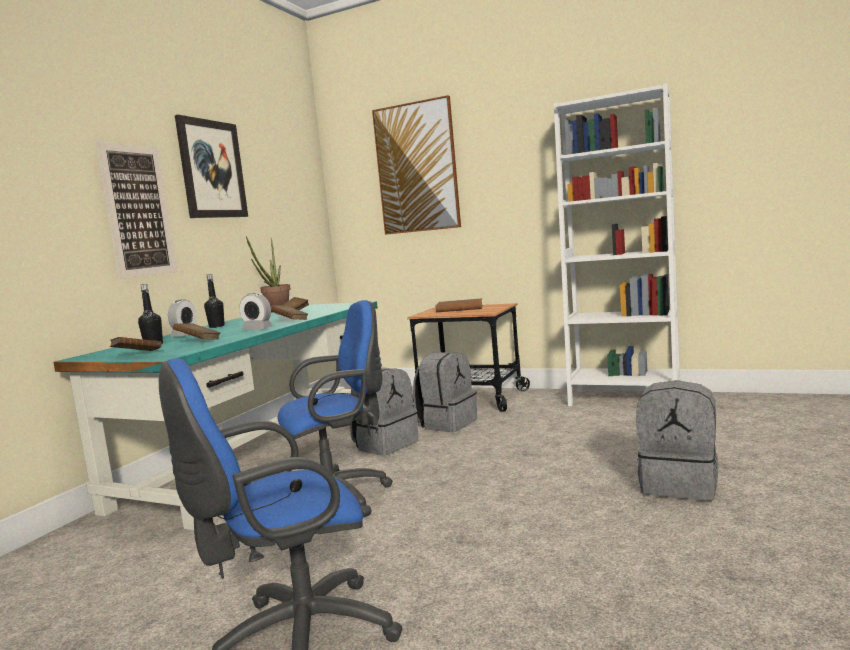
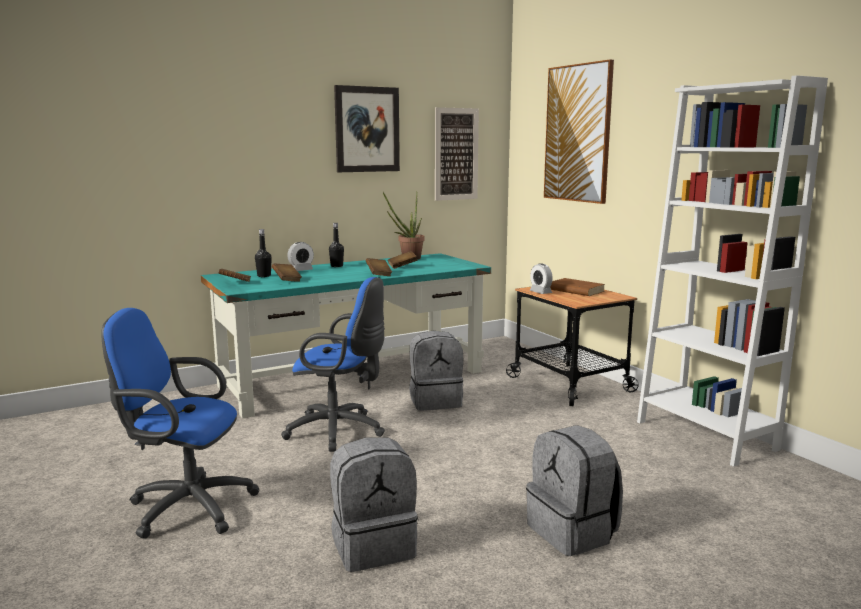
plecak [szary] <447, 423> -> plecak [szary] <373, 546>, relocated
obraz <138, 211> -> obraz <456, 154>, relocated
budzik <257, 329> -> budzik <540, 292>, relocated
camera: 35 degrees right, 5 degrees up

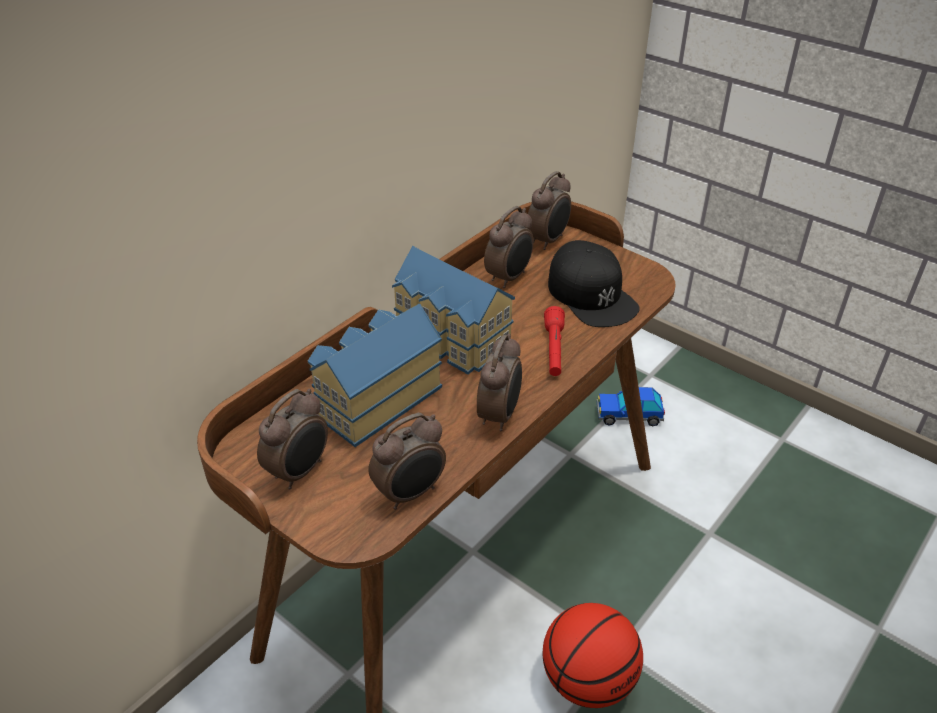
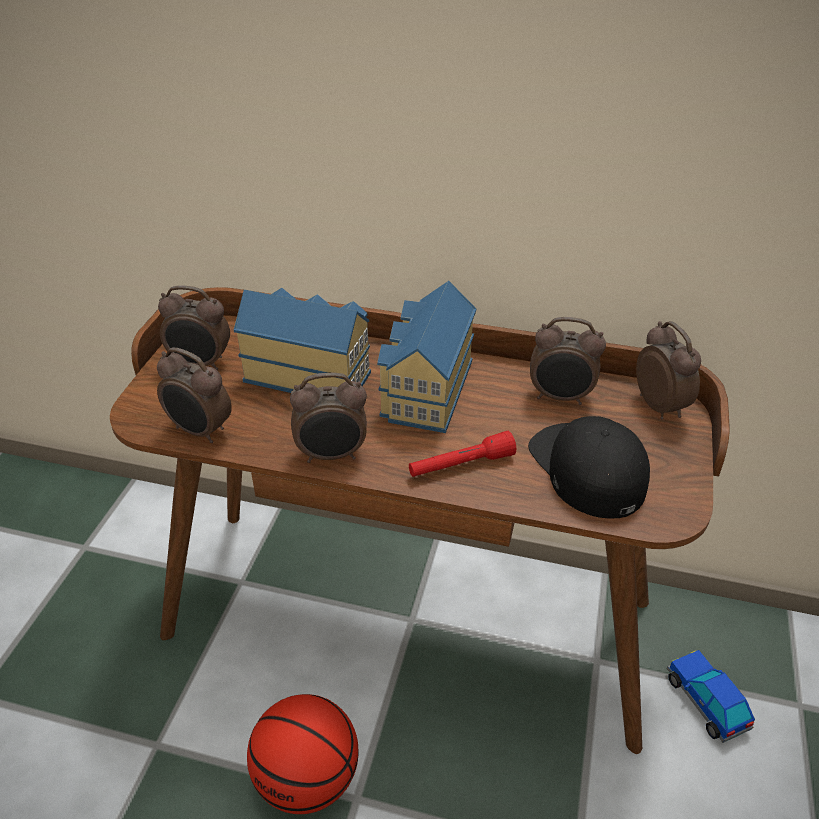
czapka z daszkiem [czarny] <591, 295> -> czapka z daszkiem [czarny] <586, 468>, 120 degrees clockwise
budzik <548, 240> -> budzik <660, 406>, 120 degrees counterclockwise
camera: 65 degrees right, 0 degrees up

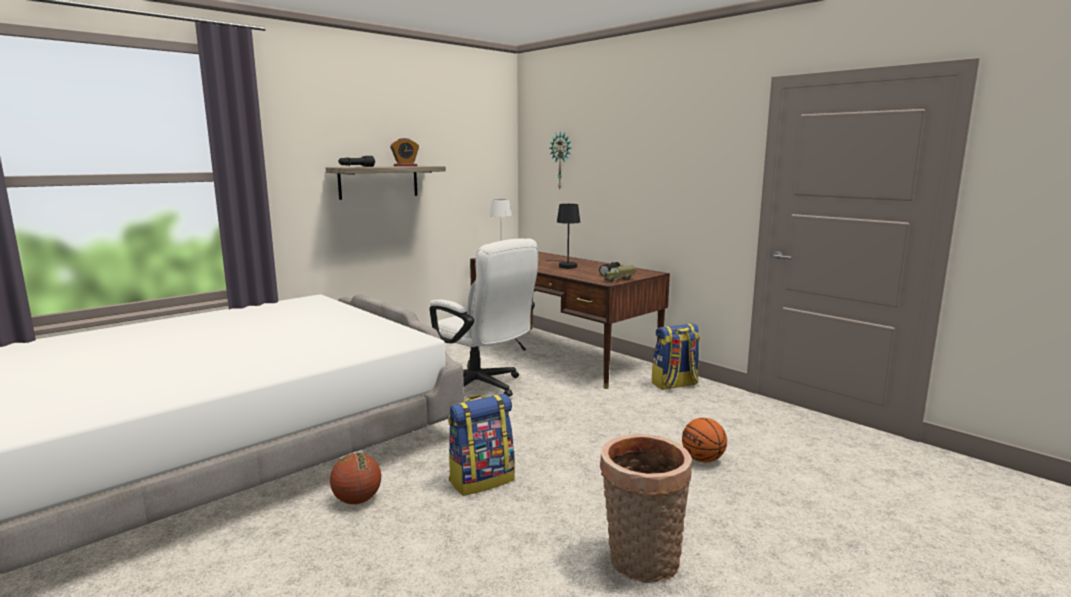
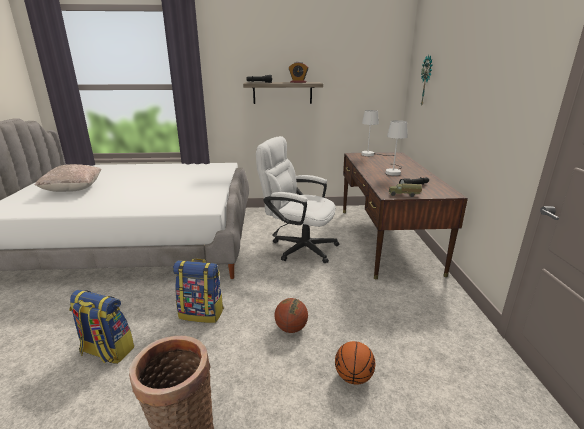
none -> poduszka [beżowy] <73, 190>
plecak <675, 384> -> plecak <106, 351>, relocated
krzesło biurowe [biały] <482, 387> -> krzesło biurowe [biały] <298, 247>, 120 degrees clockwise
piłka do koszykówki <357, 500> -> piłka do koszykówki <291, 328>, relocated
lampa stołowa [czarny] <566, 266> -> lampa stołowa [biały] <393, 172>
camera: 40 degrees right, 10 degrees up

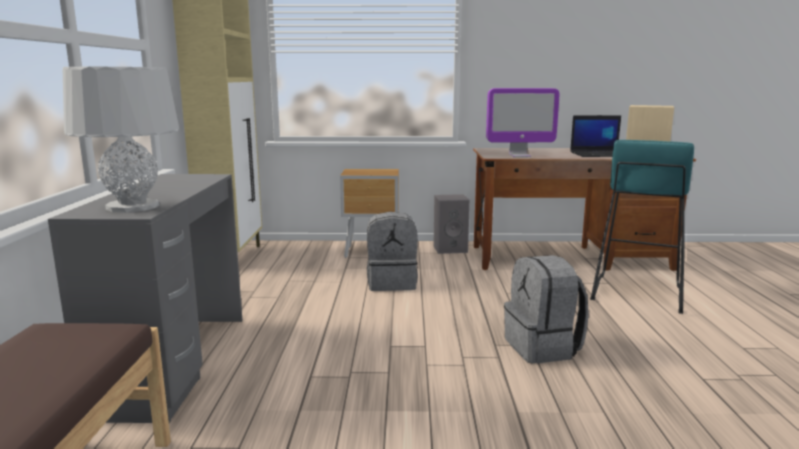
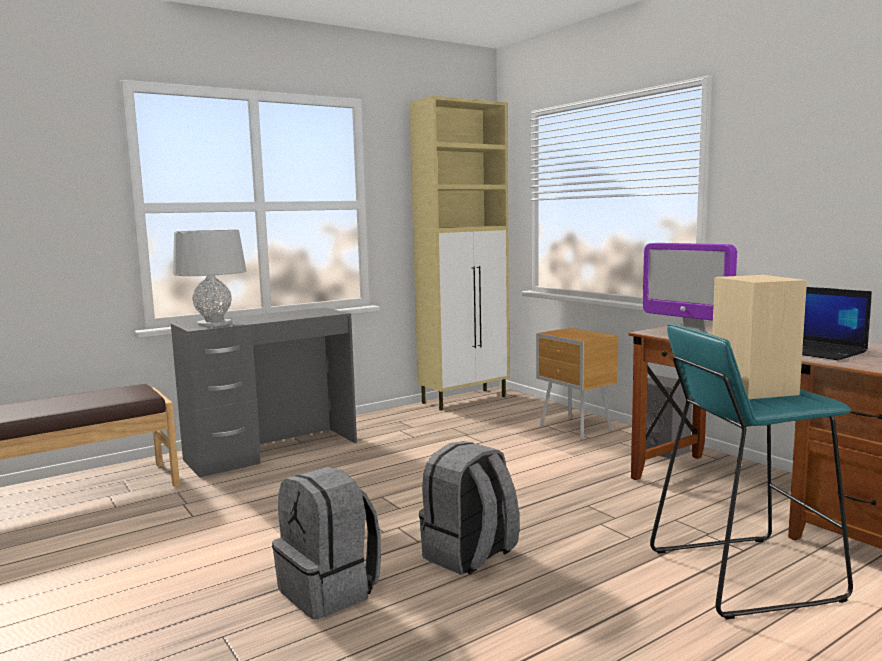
plecak [szary] <392, 283> -> plecak [szary] <330, 591>, relocated
camera: 55 degrees right, 5 degrees down

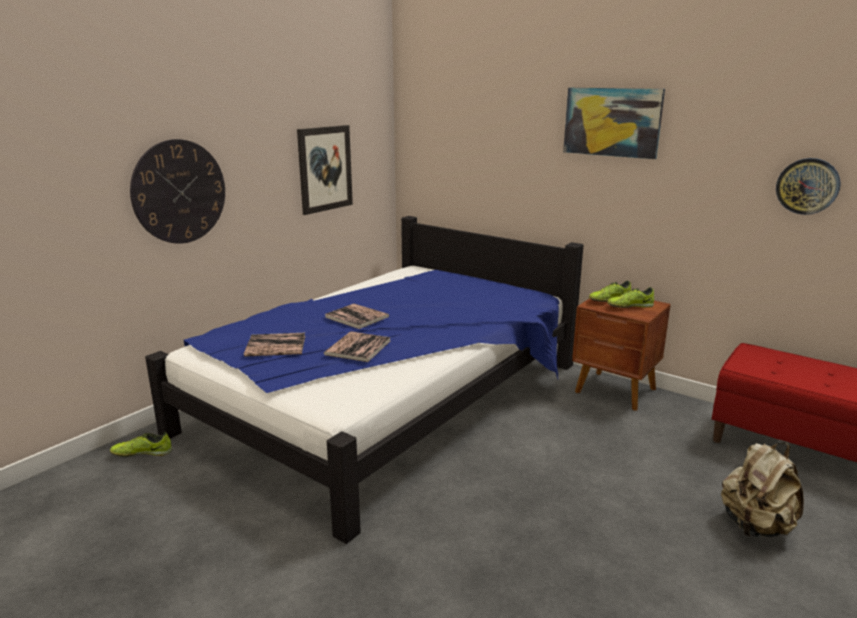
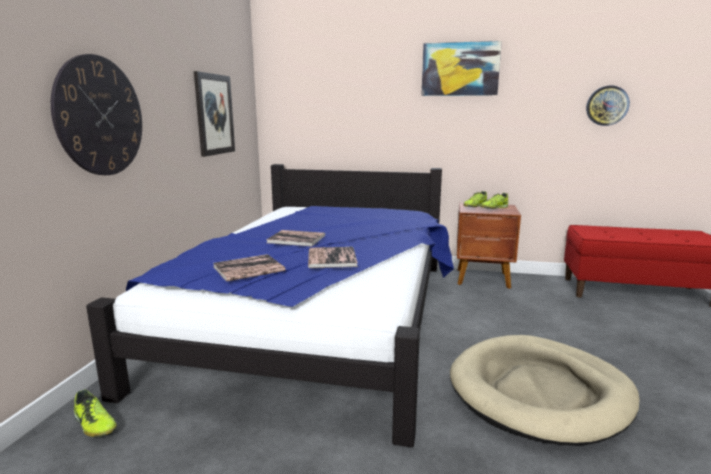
but <142, 453> -> but <95, 425>, 105 degrees counterclockwise
none -> legowisko [beżowy] <539, 392>
plecak [beżowy] <755, 526> -> none
camera: 25 degrees left, 5 degrees down

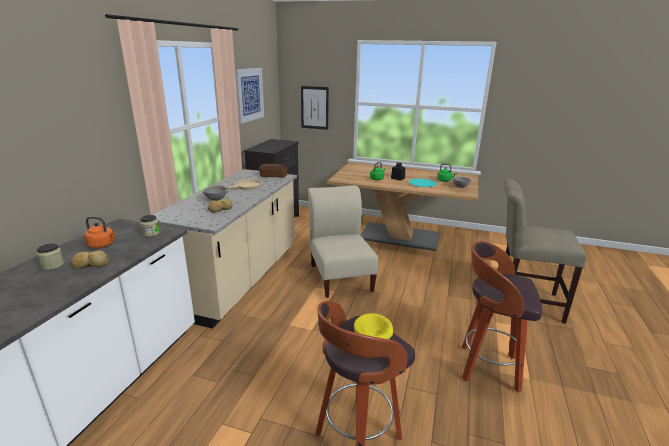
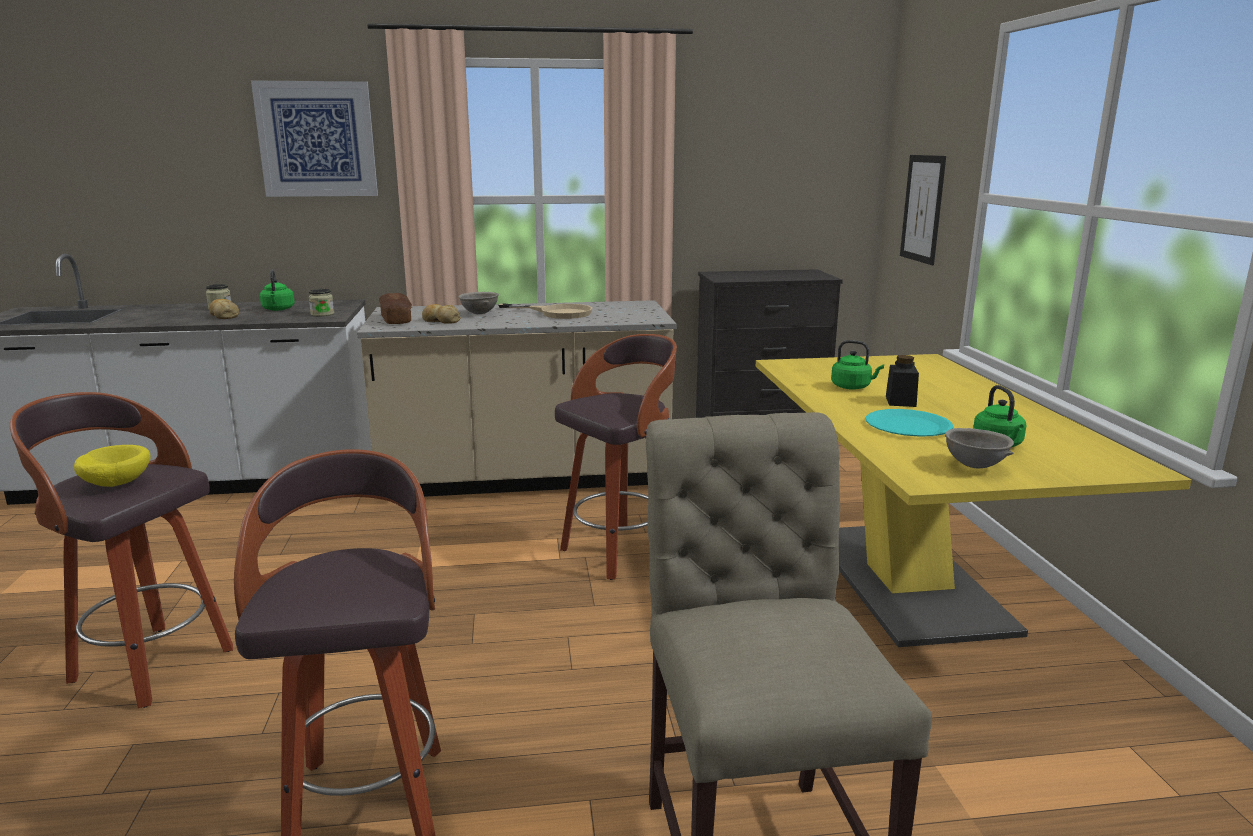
obraz <249, 94> -> obraz <317, 139>, relocated
czajnik [pomarańczowy] <103, 245> -> czajnik [zielony] <278, 309>
chleb <273, 176> -> chleb <396, 319>, relocated
krzesło [beżowy] <340, 276> -> stołek <620, 551>
stół jadalny [brązowy] <399, 236> -> stół jadalny [żółty] <906, 580>
camera: 65 degrees right, 5 degrees down

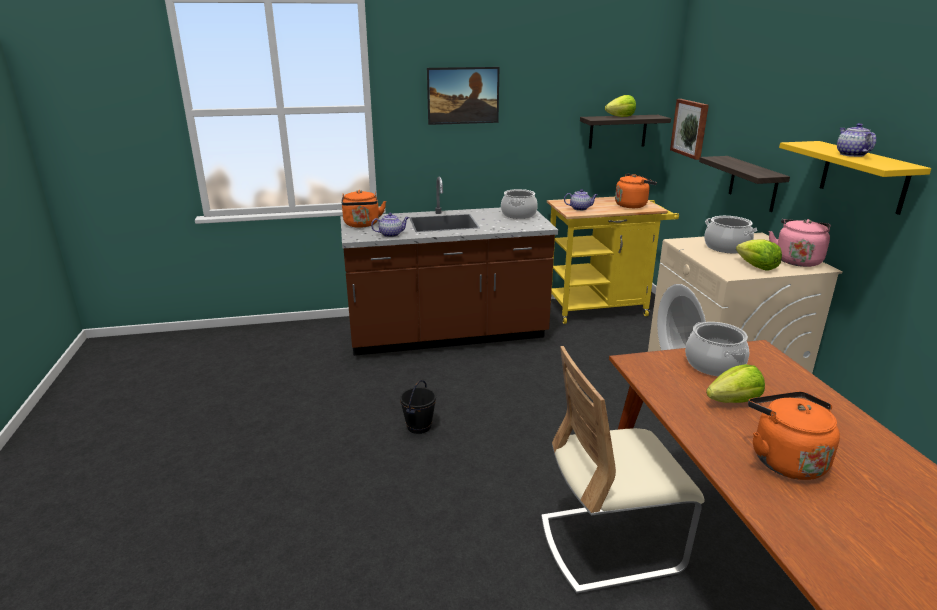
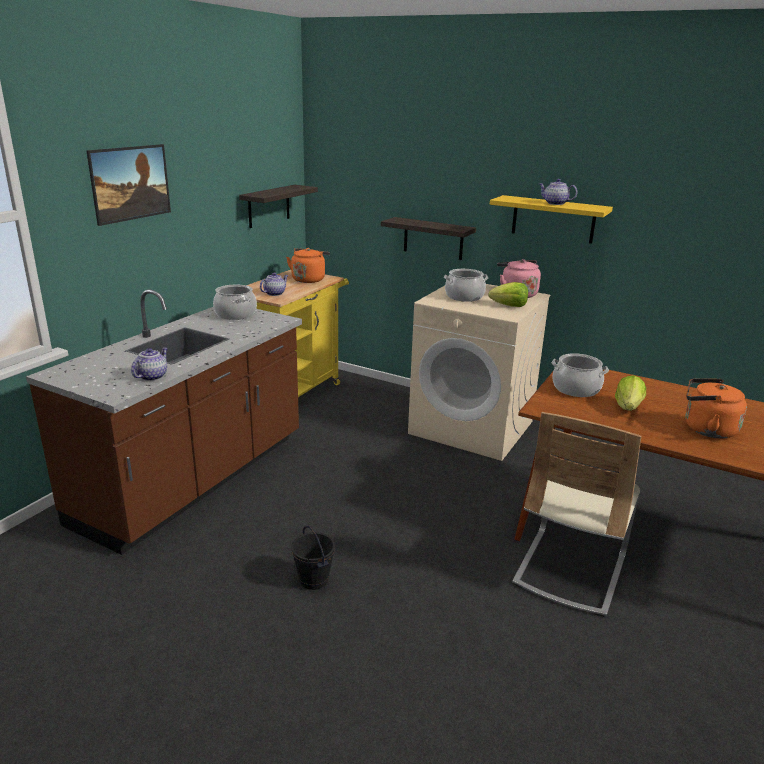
czajnik [pomarańczowy] <362, 225> -> none
sałata <620, 117> -> none
obraz <690, 128> -> none
camera: 50 degrees left, 0 degrees up

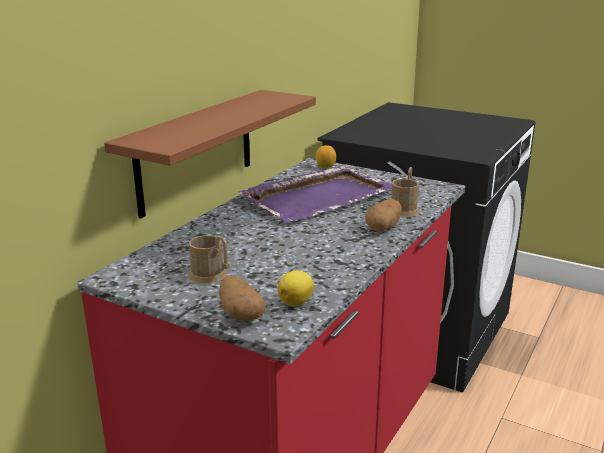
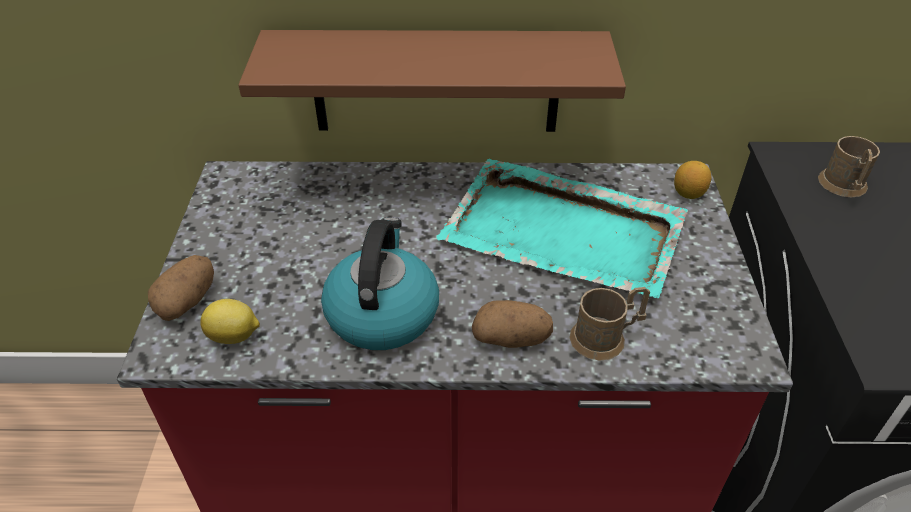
none -> czajnik <382, 313>
taca [fioletowy] <319, 197> -> taca [turkusowy] <565, 233>
kubek [brązowy] <211, 276> -> kubek [brązowy] <843, 187>, relocated
camera: 60 degrees right, 20 degrees up

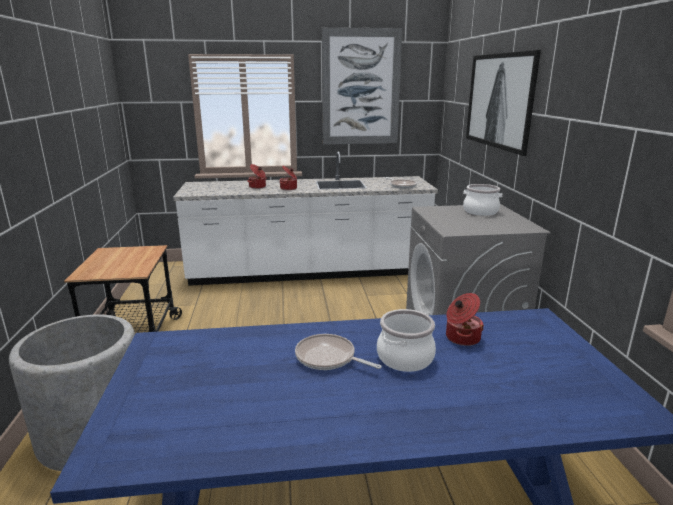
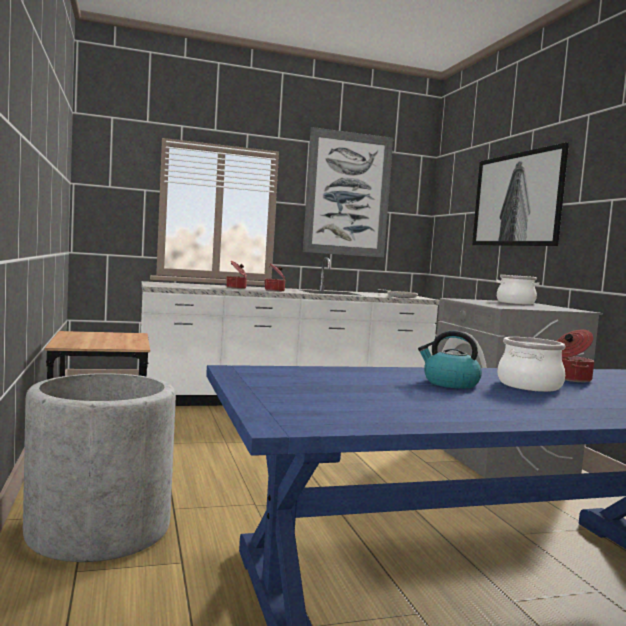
patelnia <328, 358> -> czajnik <450, 383>
camera: 10 degrees left, 15 degrees down

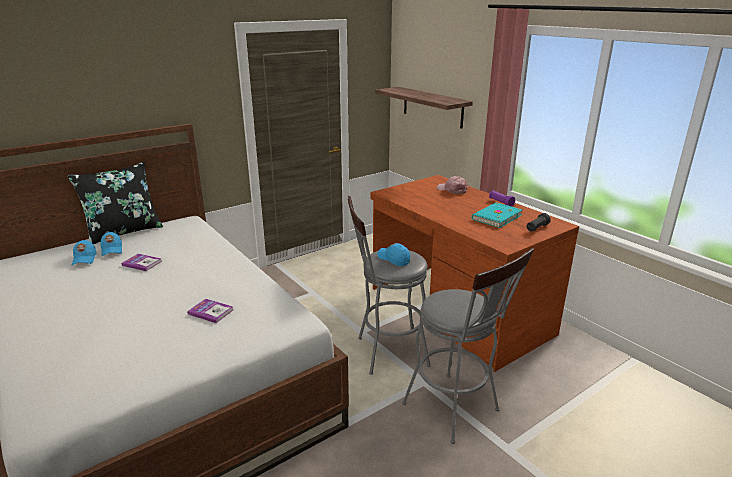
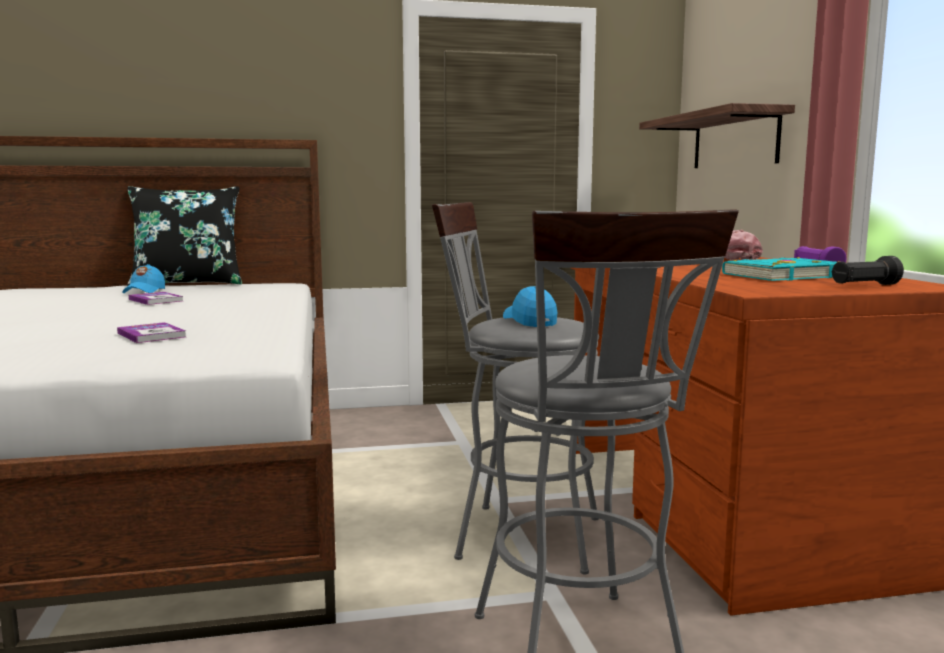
czapka z daszkiem [niebieski] <84, 259> -> none
camera: 25 degrees right, 15 degrees down

